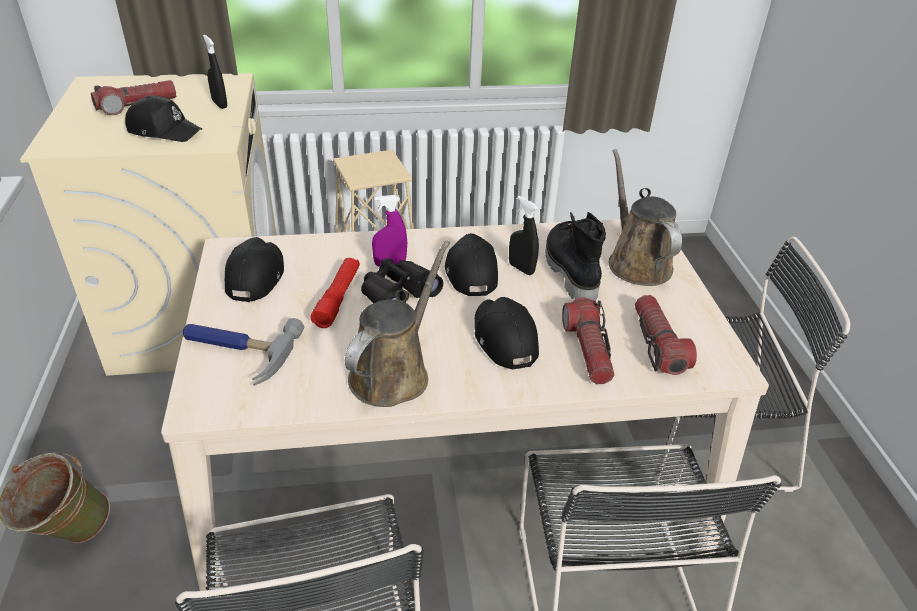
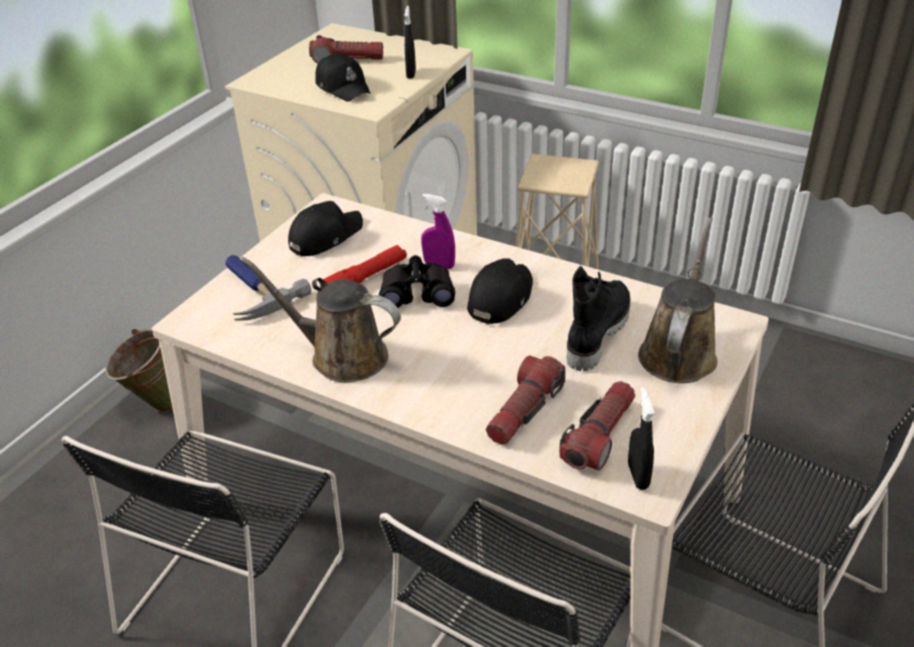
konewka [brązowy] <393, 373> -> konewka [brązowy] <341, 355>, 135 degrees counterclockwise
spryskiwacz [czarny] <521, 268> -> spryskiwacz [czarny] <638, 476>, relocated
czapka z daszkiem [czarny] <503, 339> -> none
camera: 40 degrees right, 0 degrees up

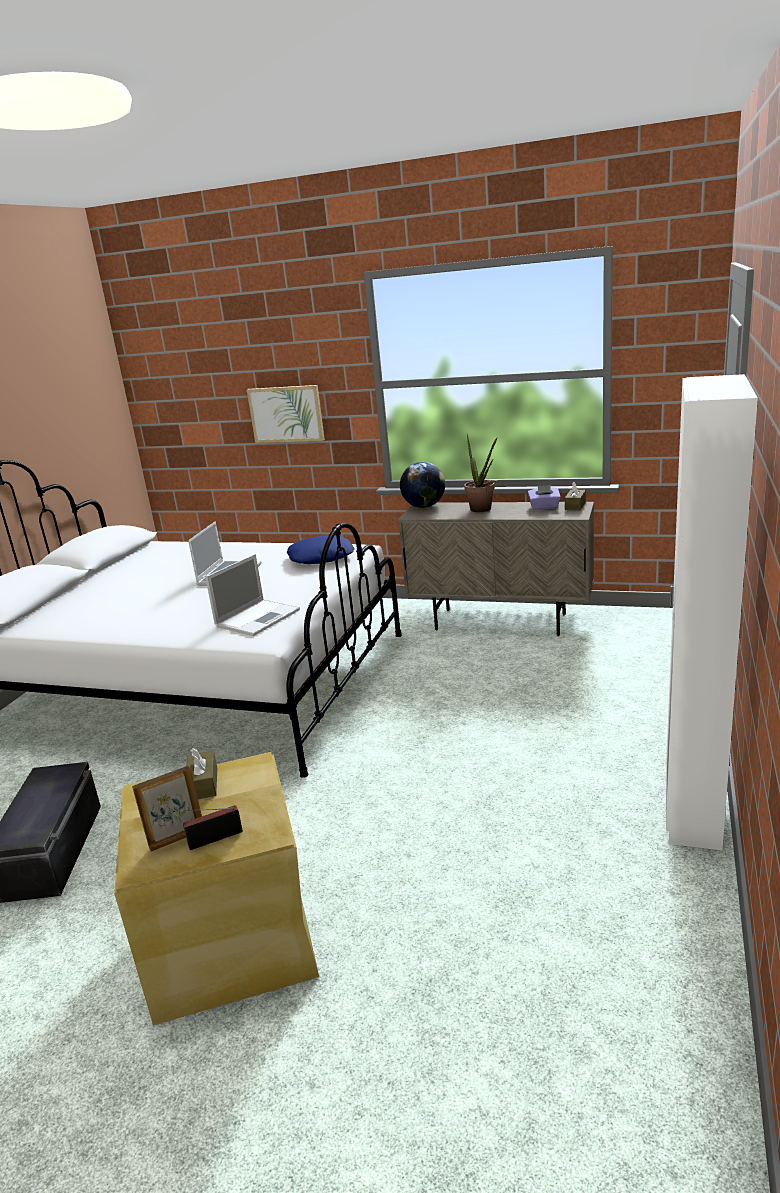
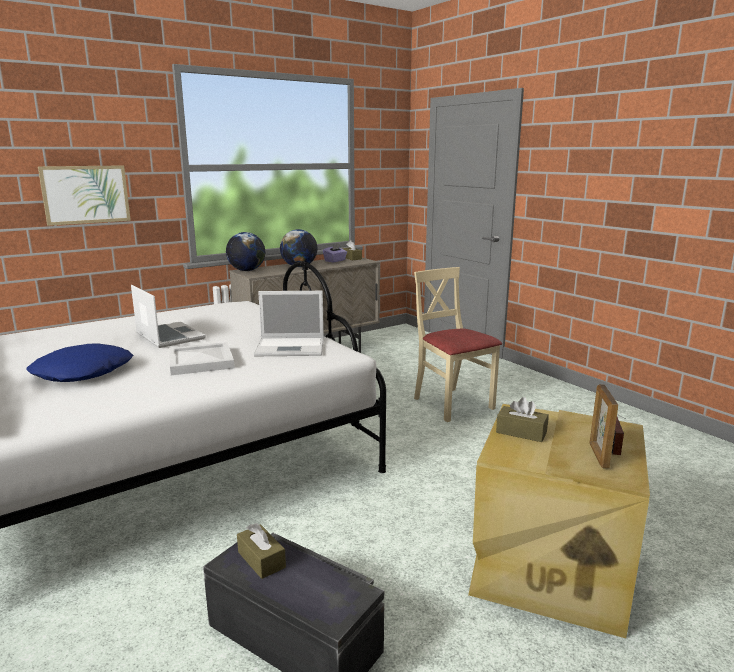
poduszka [niebieski] <321, 557> -> poduszka [niebieski] <82, 372>, relocated
none -> taca [biały] <200, 362>
none -> pudełko chusteczek [brązowy] <261, 559>
laptop <258, 617> -> laptop <292, 347>, 105 degrees clockwise
roślina doniczkowa <483, 510> -> globus <299, 266>
none -> krzesło [beżowy] <452, 404>
szafa [biały] <691, 808> -> none
camera: 55 degrees left, 5 degrees down

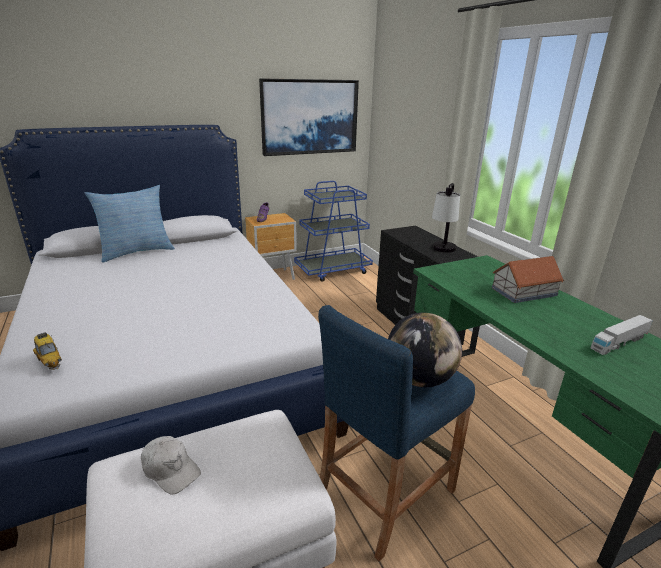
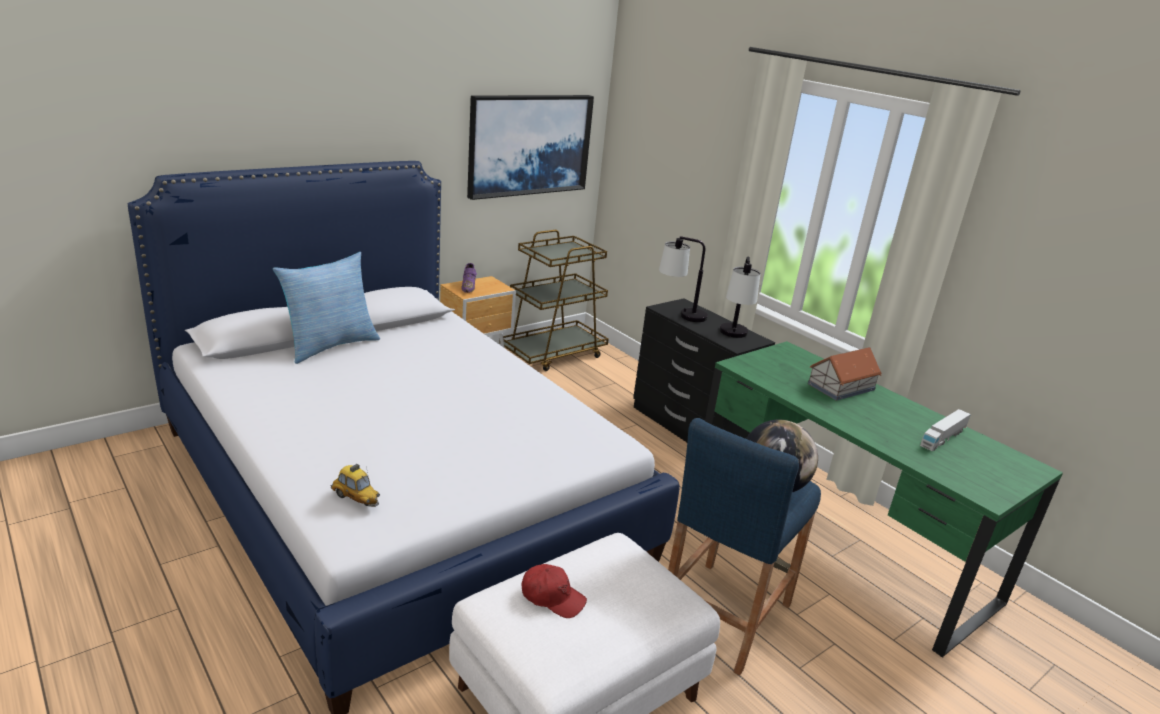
wózek [niebieski] <333, 270> -> wózek [brązowy] <553, 353>
czapka z daszkiem [biały] <170, 469> -> czapka z daszkiem [czerwony] <552, 597>
none -> lampa stołowa <680, 315>
camera: 15 degrees left, 0 degrees up

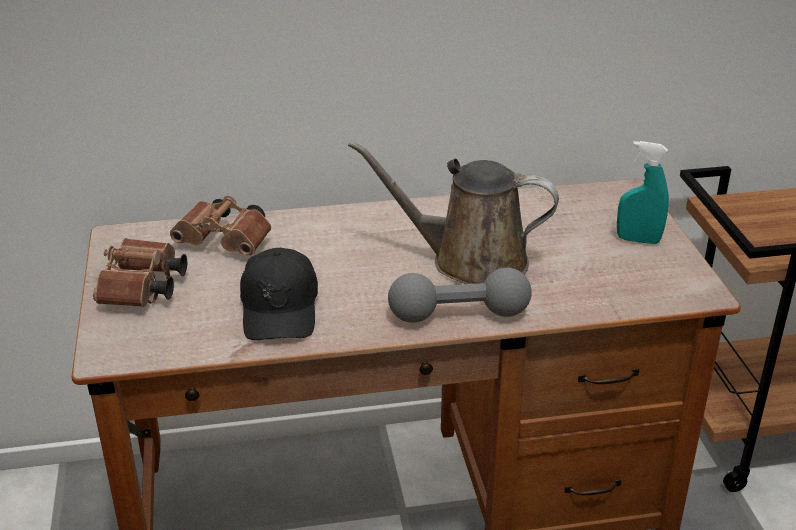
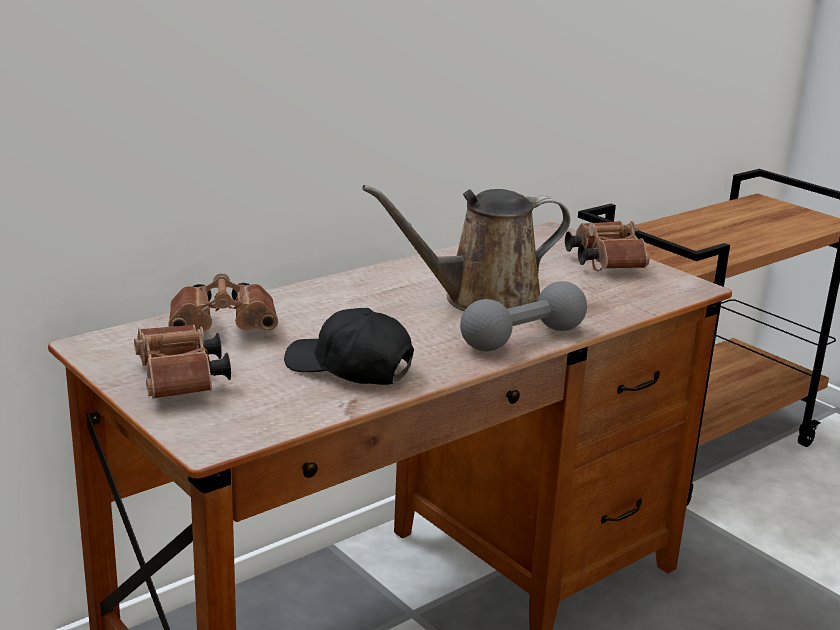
czapka z daszkiem [czarny] <280, 309> -> czapka z daszkiem [czarny] <350, 367>, 150 degrees clockwise
spryskiwacz [turkusowy] <638, 240> -> lornetka [brązowy] <603, 261>
camera: 30 degrees left, 10 degrees down

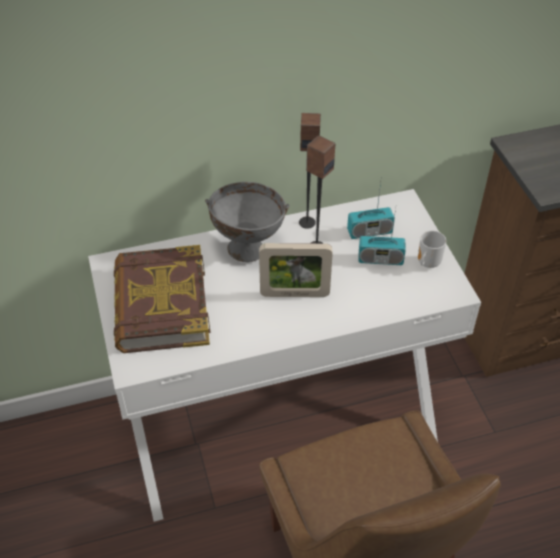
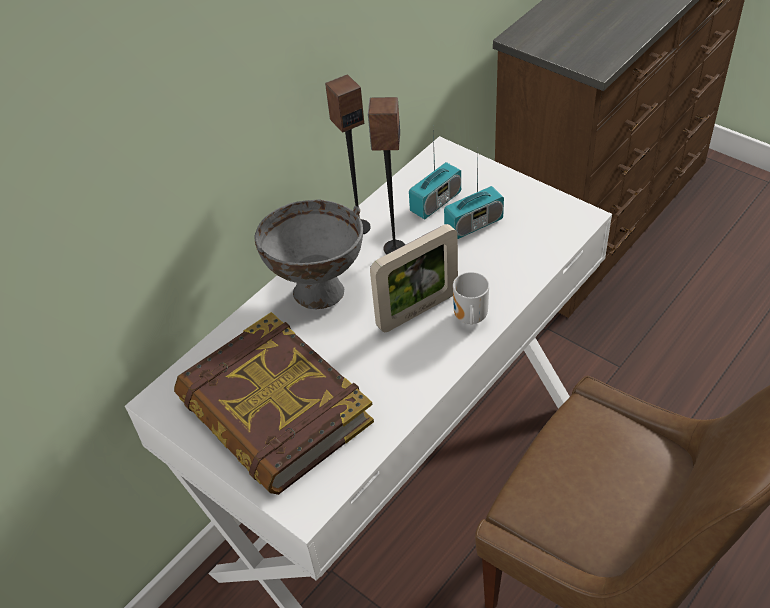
kubek <426, 263> -> kubek <469, 318>, relocated
camera: 30 degrees left, 0 degrees up

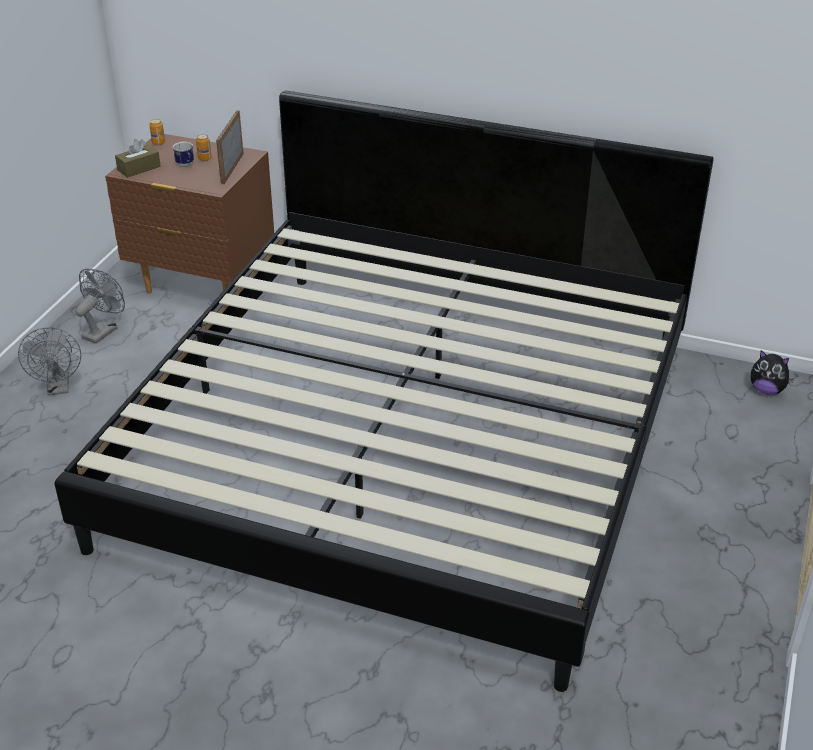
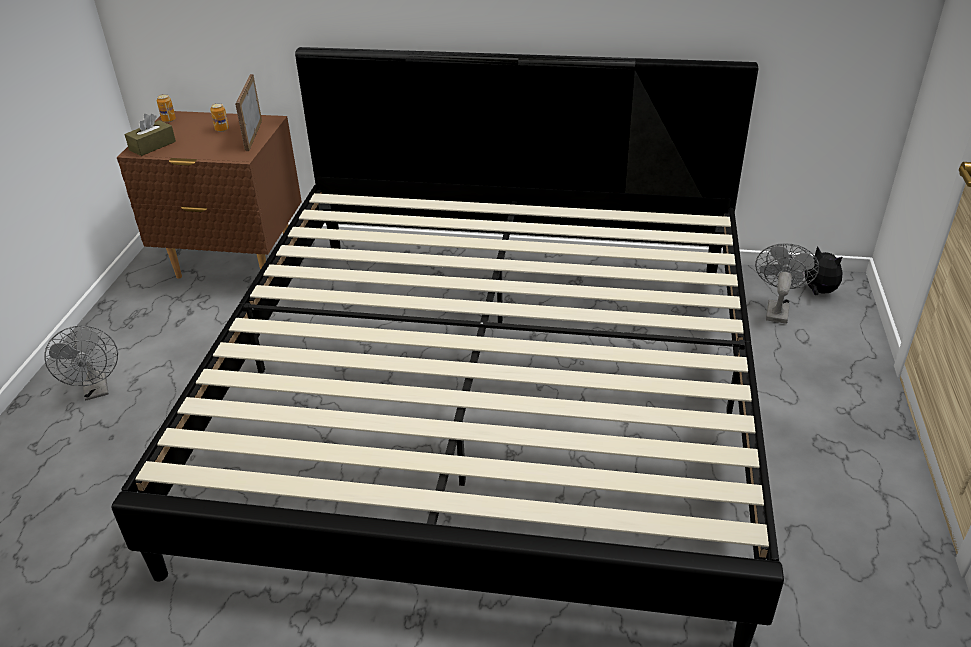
wentylator [szary] <103, 330> -> wentylator [szary] <777, 309>, relocated
pluszak <767, 390> -> pluszak <818, 291>, 150 degrees counterclockwise
kubek <186, 165> -> none
camera: 10 degrees left, 0 degrees up

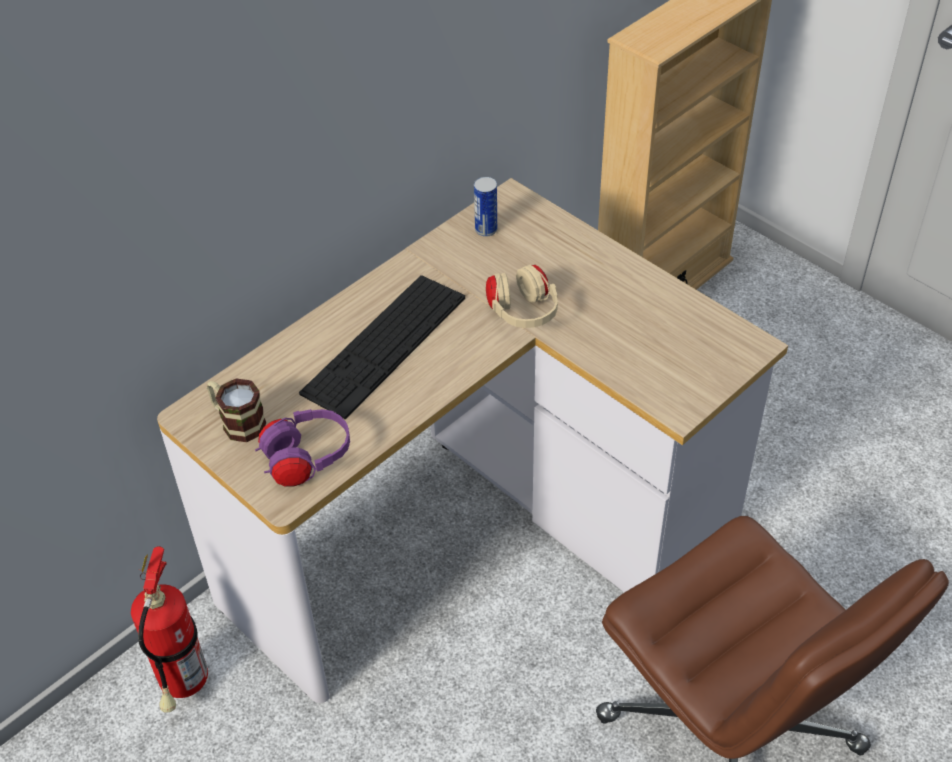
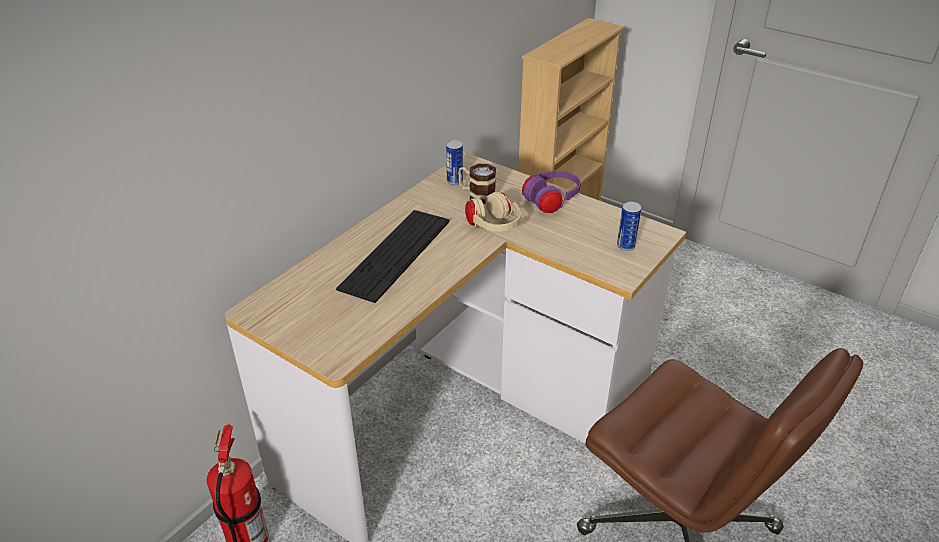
kubek <237, 422> -> kubek <476, 195>, relocated
słuchawki [fioletowy] <306, 461> -> słuchawki [fioletowy] <551, 202>, relocated
none -> puszka <626, 246>
camera: 10 degrees left, 10 degrees down

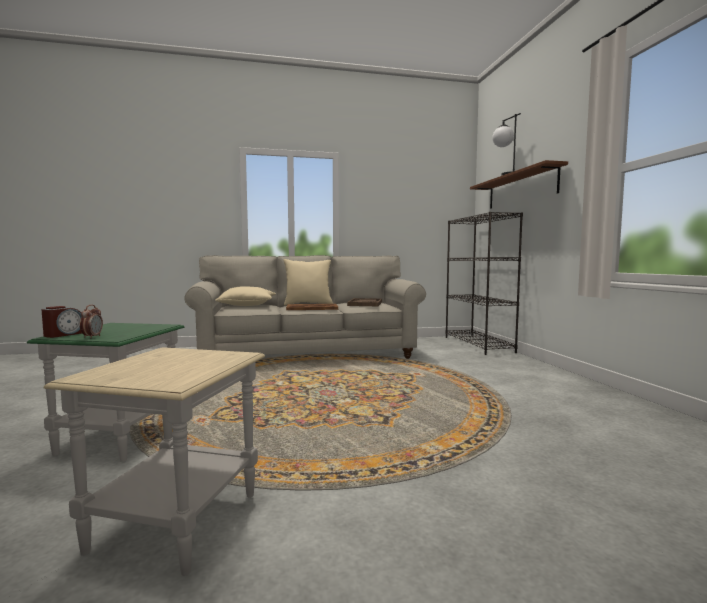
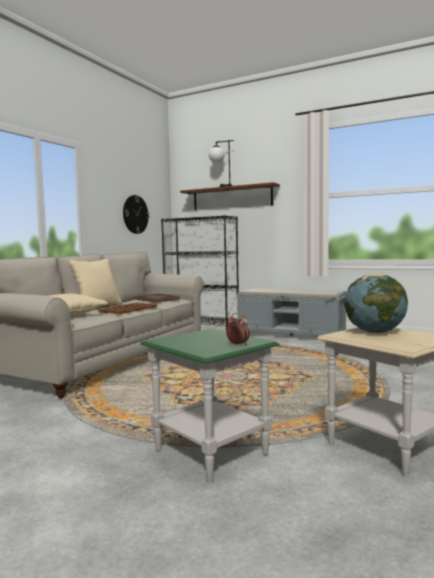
none -> zegar ścienny <135, 214>
none -> ławka [szary] <291, 335>
none -> globus <375, 332>
budzik <64, 334> -> none
camera: 50 degrees left, 0 degrees up

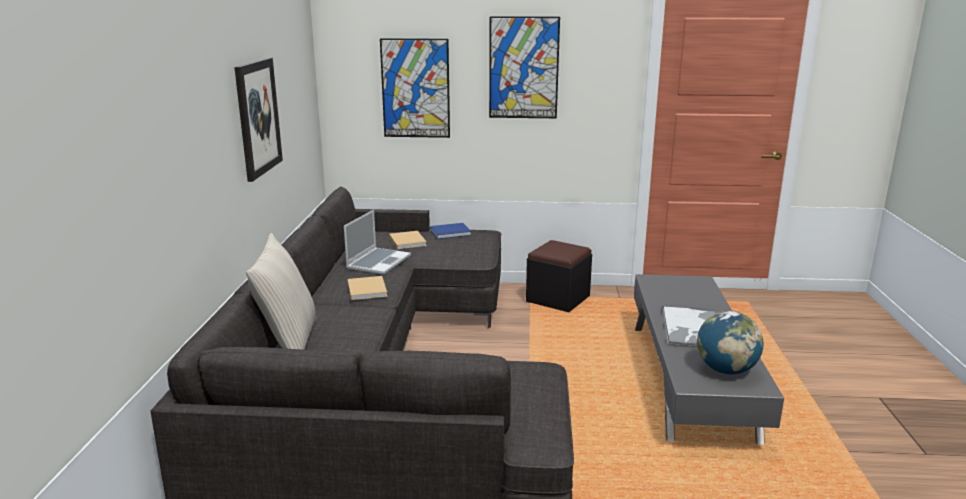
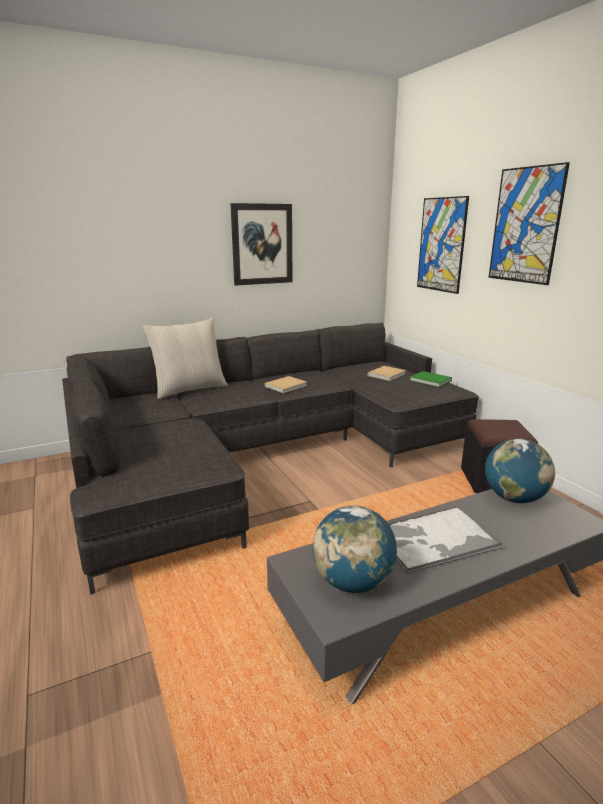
książka [niebieski] <451, 232> -> książka [zielony] <431, 381>
none -> globus <514, 498>
laptop <378, 262> -> none
camera: 60 degrees right, 0 degrees up

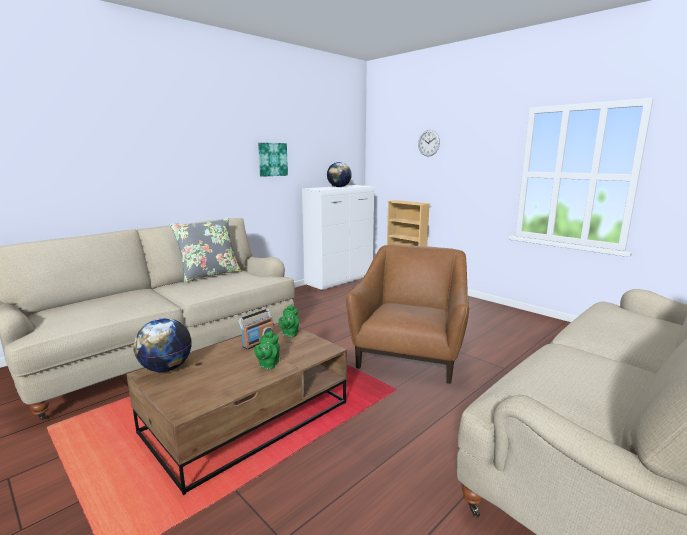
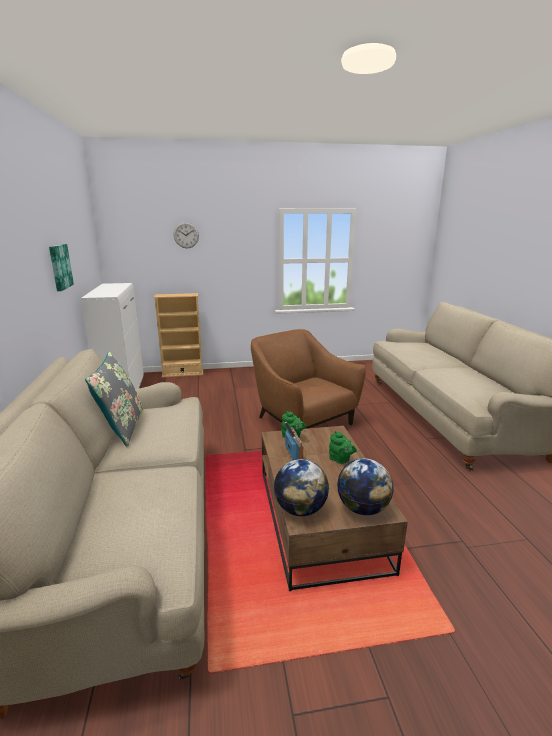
globus <339, 187> -> globus <363, 509>, relocated
camera: 55 degrees left, 5 degrees up

